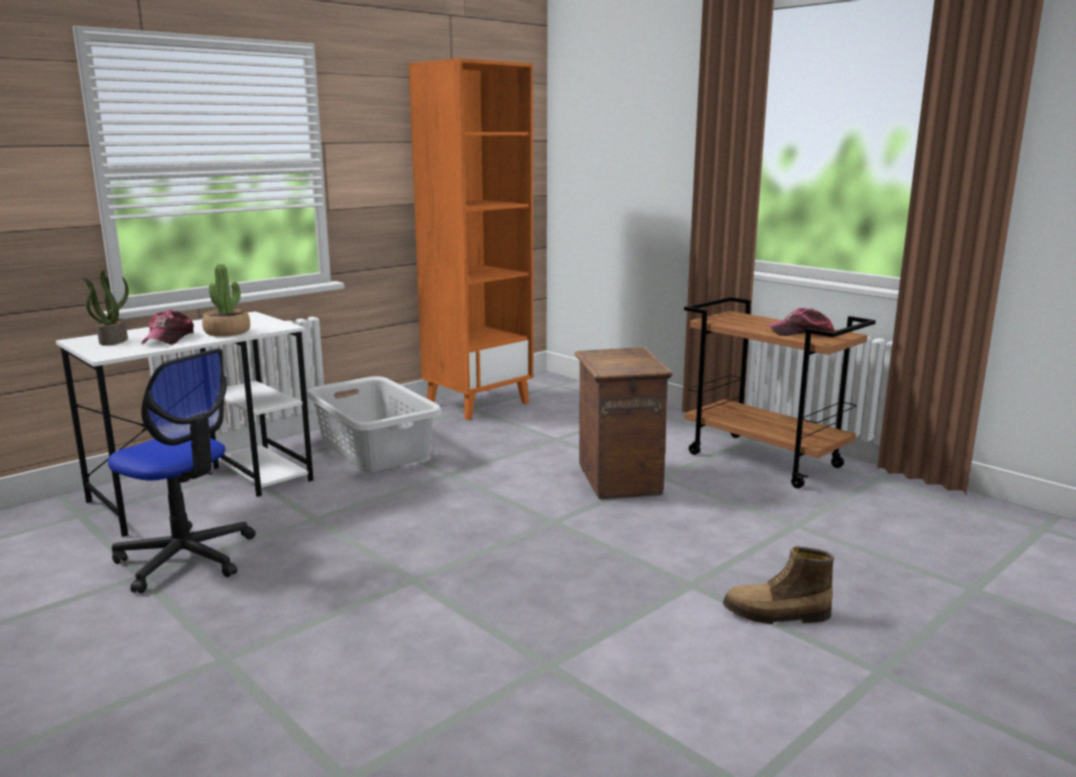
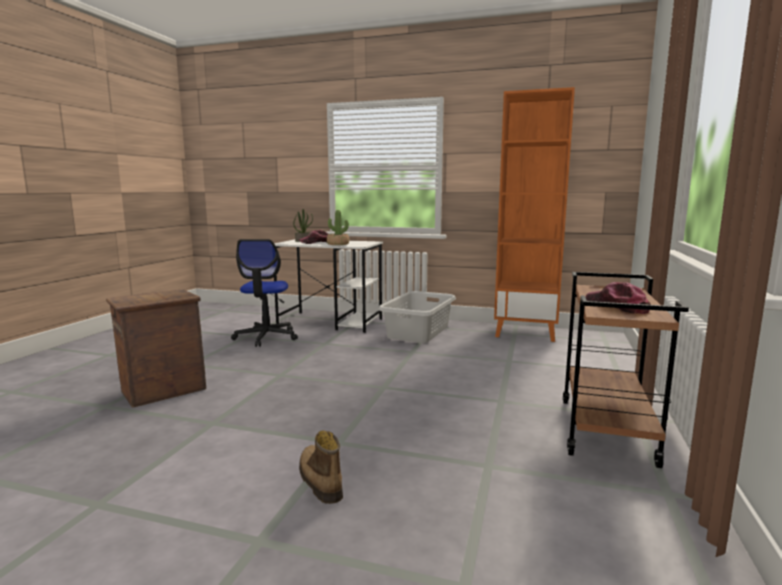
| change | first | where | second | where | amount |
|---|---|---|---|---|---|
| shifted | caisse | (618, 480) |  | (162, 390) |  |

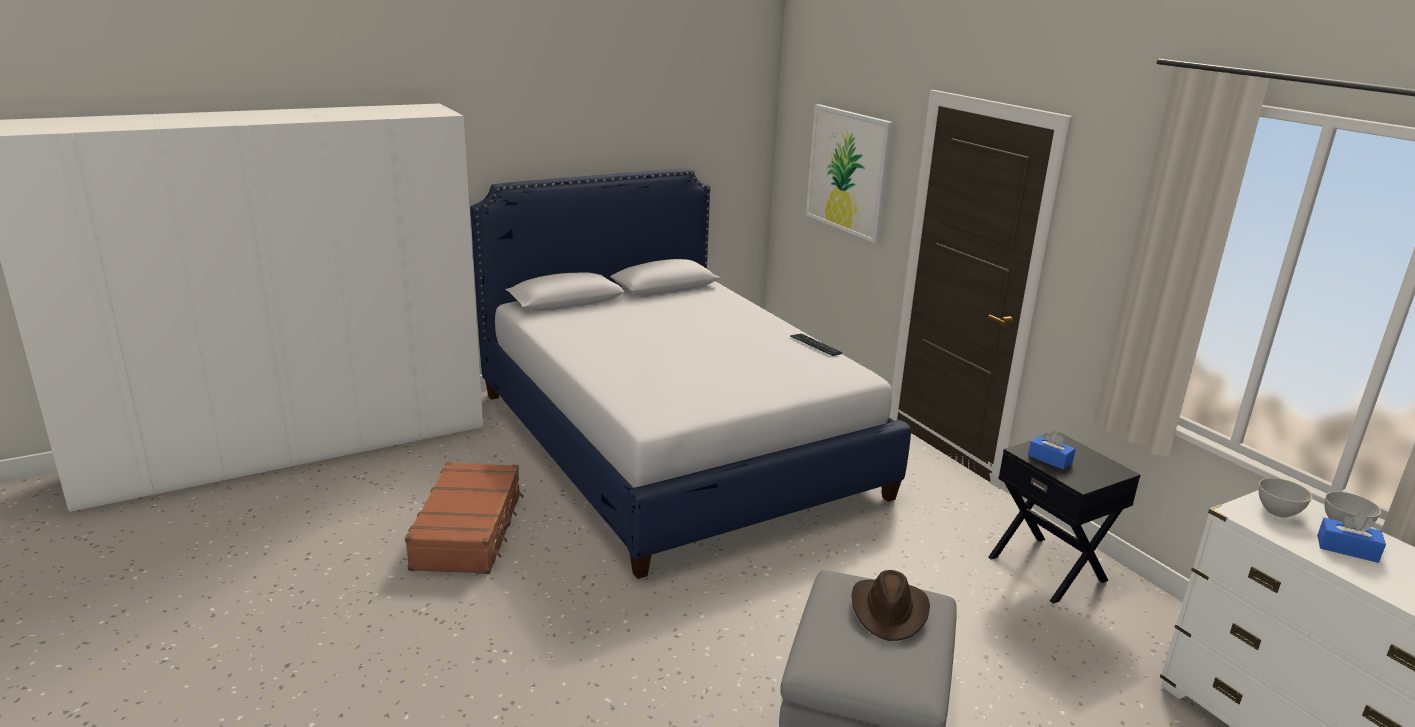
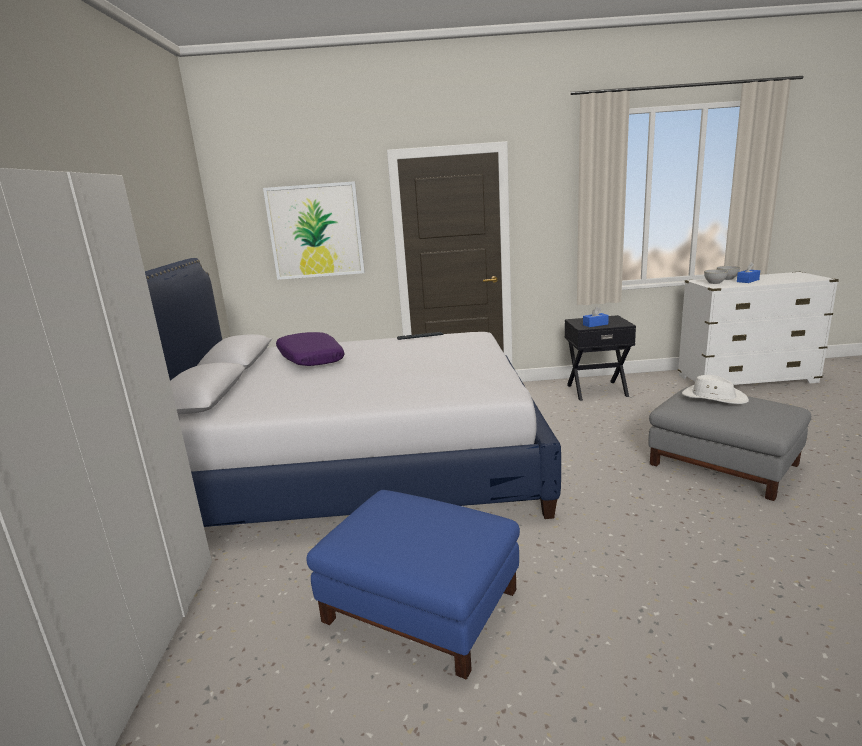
| change | first | where | second | where | amount |
|---|---|---|---|---|---|
| swapped | valise/marron | (469, 531) | pouf/bleu | (419, 606) |  |
| repainted | chapeau/marron | (889, 611) | chapeau/blanc | (713, 397) |  |
| new |  |  | coussin/violet | (309, 359) |  |

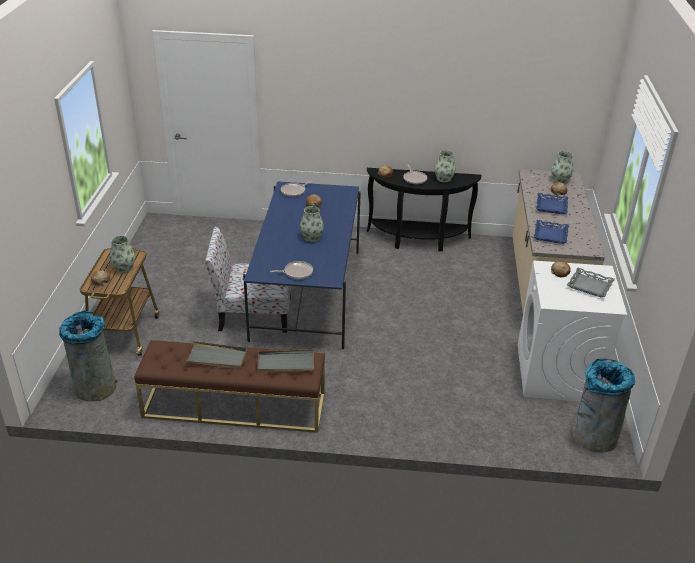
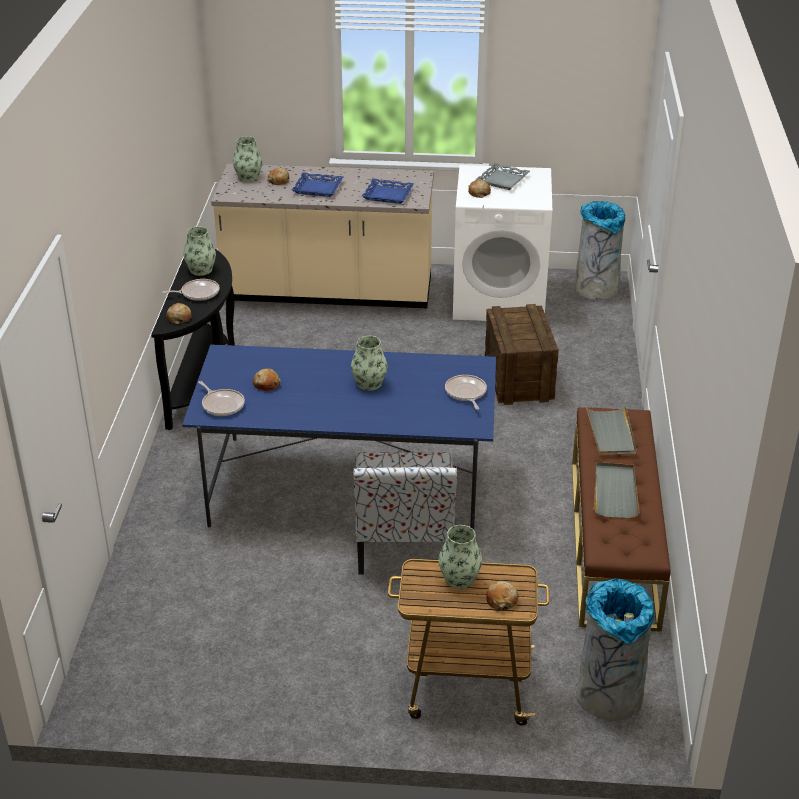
| change | first | where | second | where | amount |
|---|---|---|---|---|---|
| new |  |  | caisse | (519, 379) |  |

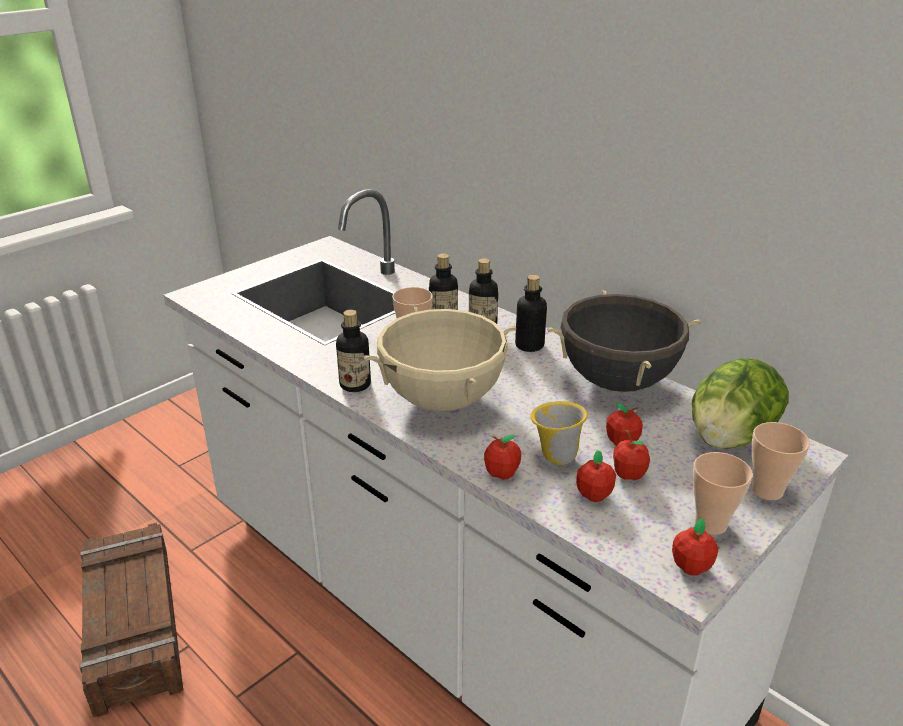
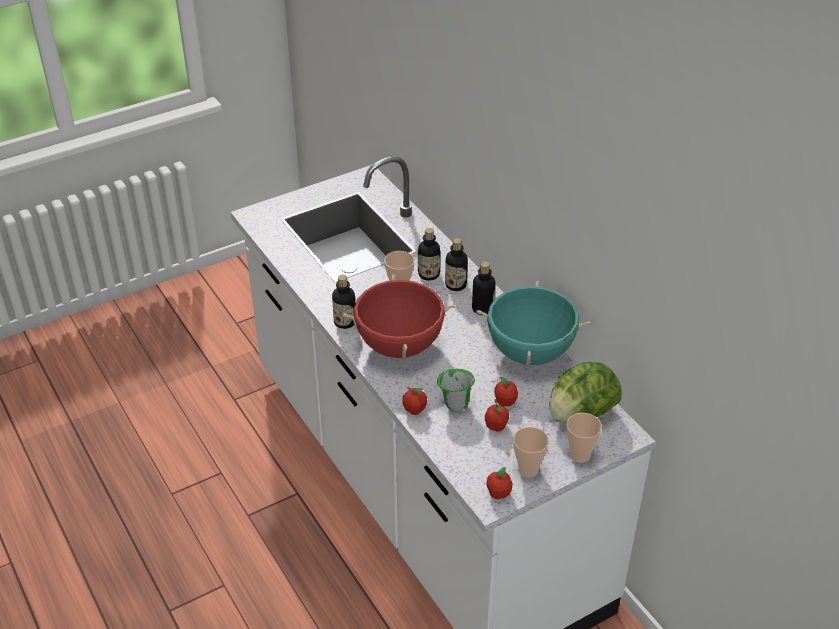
| change | first | where | second | where | amount |
|---|---|---|---|---|---|
| repainted | marmite/noir | (617, 382) | marmite/turquoise | (530, 353) |  |
| repainted | marmite/beige | (443, 400) | marmite/rouge | (400, 346) |  |
| repainted | mug/jaune | (555, 457) | mug/vert | (455, 404) |  |
| gone | pomme | (594, 495) |  |  |  |
| gone | caisse | (136, 625) |  |  |  |

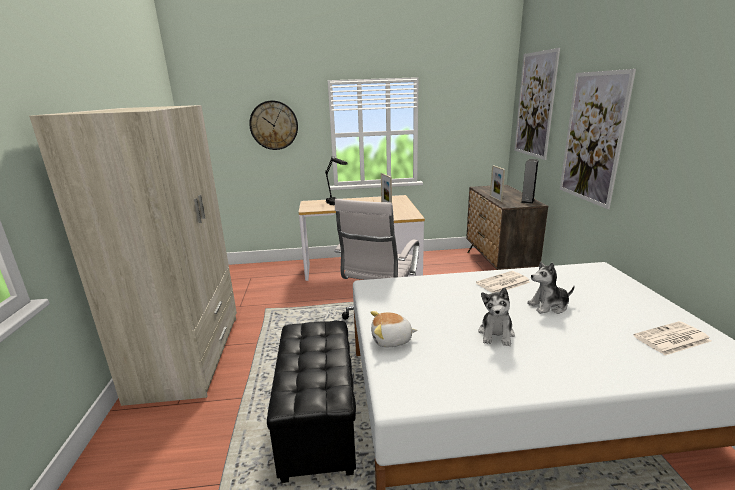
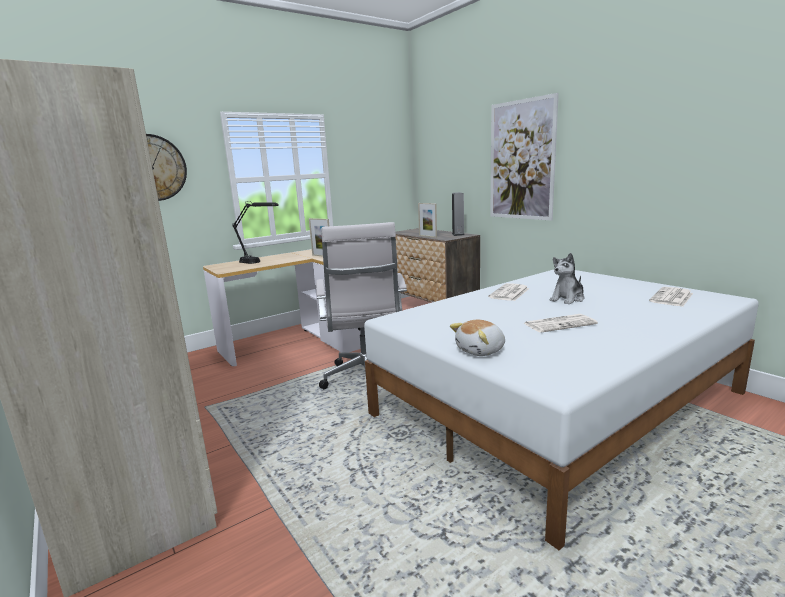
| change | first | where | second | where | amount |
|---|---|---|---|---|---|
| gone | tableau | (535, 105) |  |  |  |
| swapped | peluche | (496, 334) | journal | (560, 324) |  |
| gone | pouf/noir | (319, 422) |  |  |  |

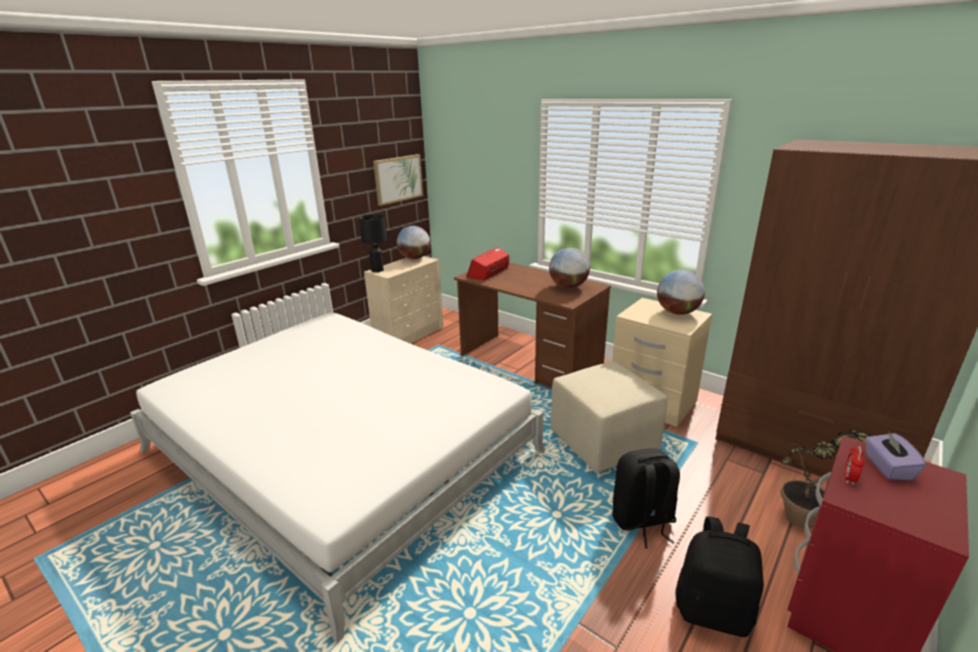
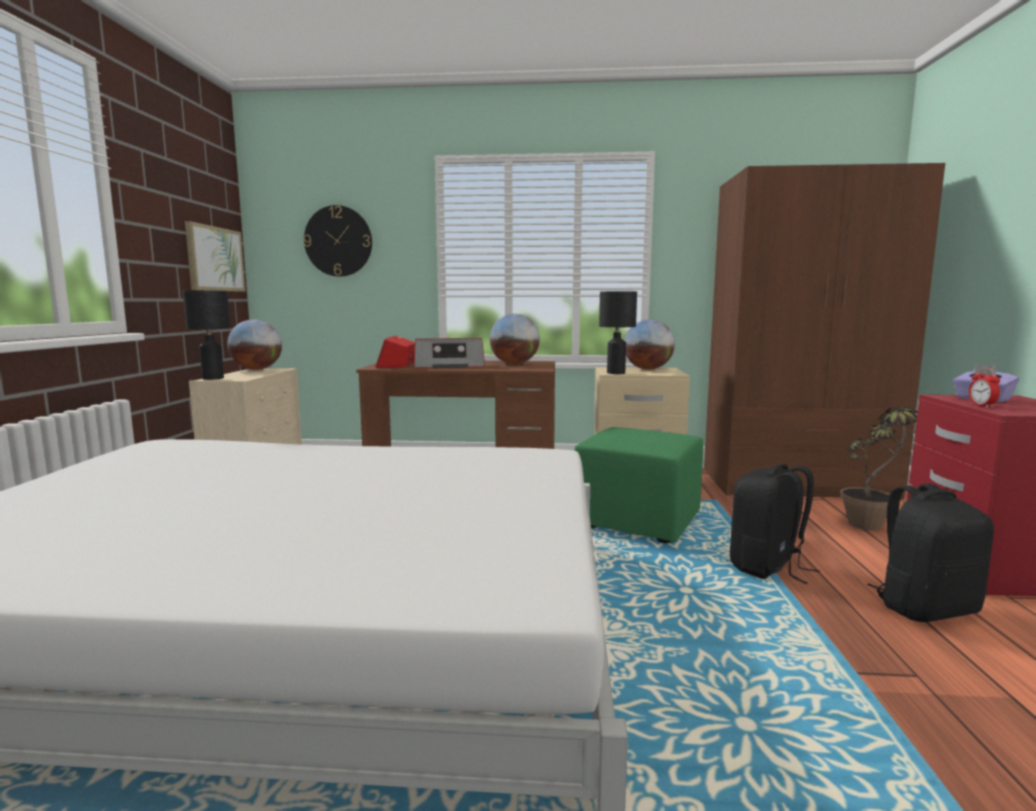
| change | first | where | second | where | amount |
|---|---|---|---|---|---|
| repainted | pouf/beige | (604, 443) | pouf/vert | (639, 522) |  |
| new |  |  | horloge murale | (338, 241) |  |
| new |  |  | lampe de table/noir | (616, 373) |  |
| new |  |  | radio | (449, 366) |  |

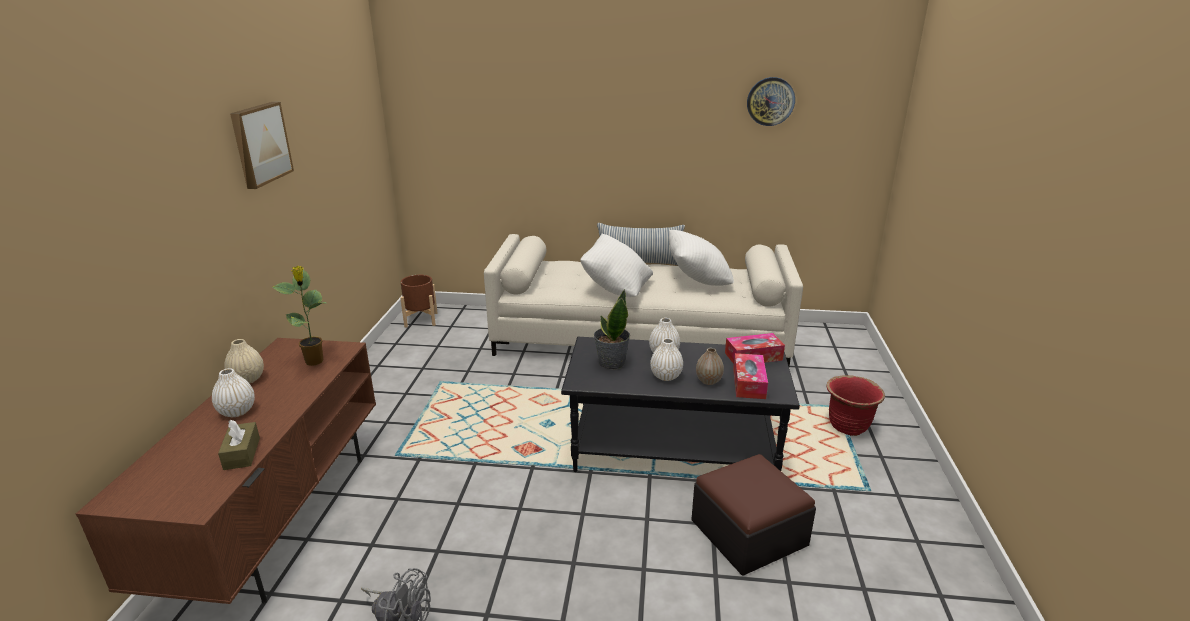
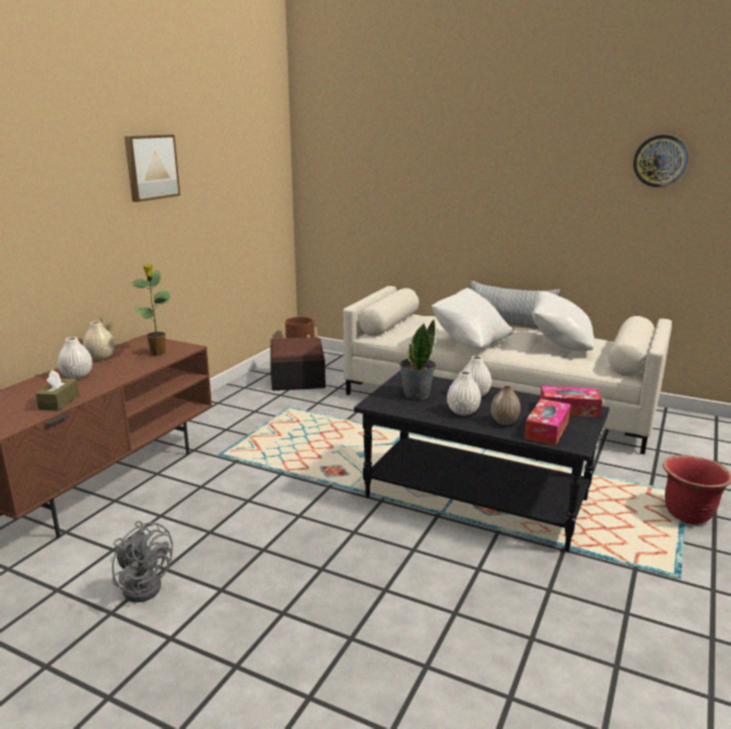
| change | first | where | second | where | amount |
|---|---|---|---|---|---|
| shifted | pouf | (748, 532) |  | (297, 379) |  |

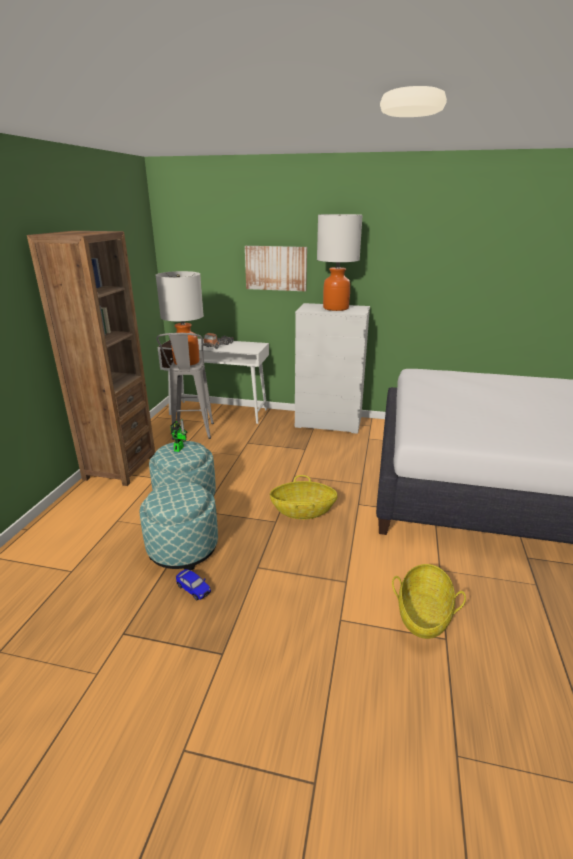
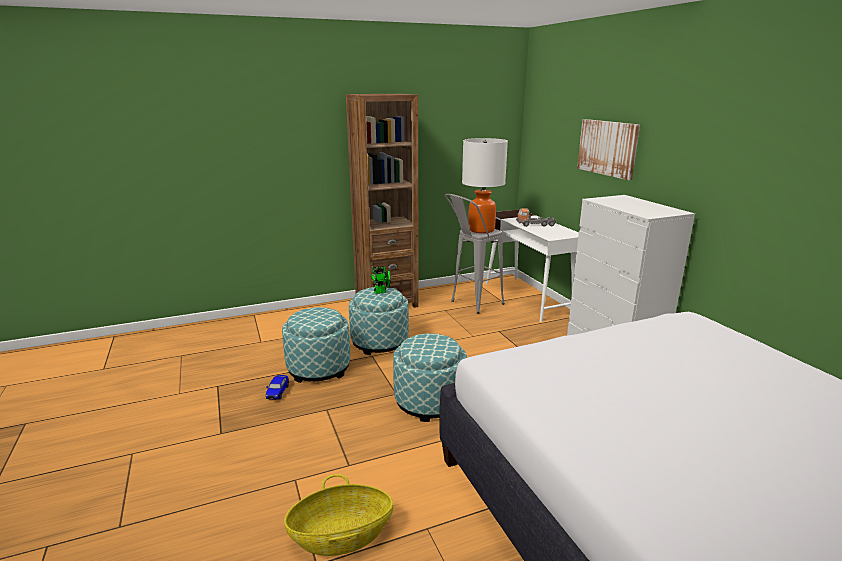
| change | first | where | second | where | amount |
|---|---|---|---|---|---|
| gone | lampe de table | (336, 308) |  |  |  |
| swapped | panier | (303, 511) | pouf | (429, 401) |  |

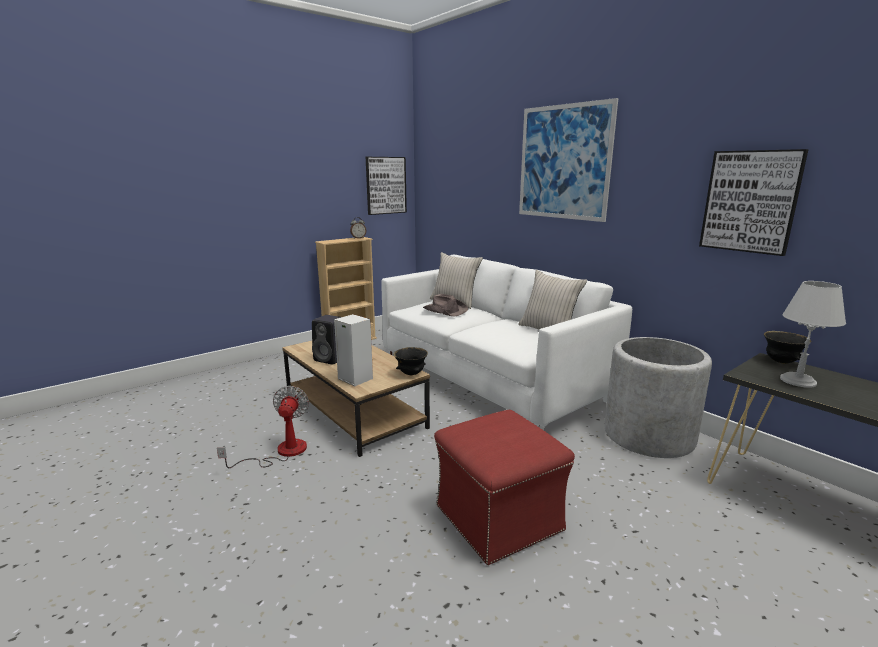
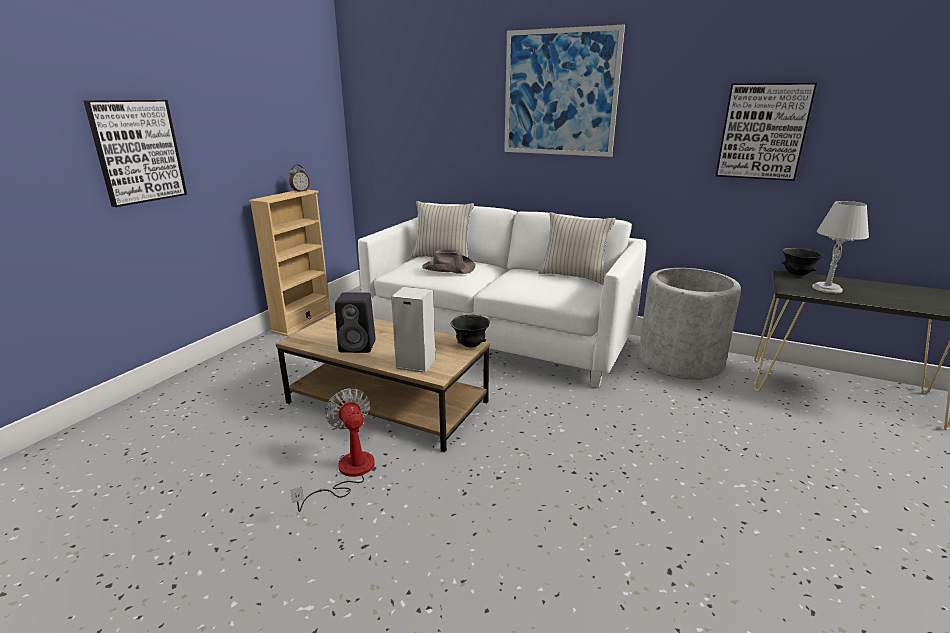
| change | first | where | second | where | amount |
|---|---|---|---|---|---|
| shifted | tableau | (385, 185) |  | (138, 151) |  |
| gone | pouf/rouge | (497, 517) |  |  |  |

